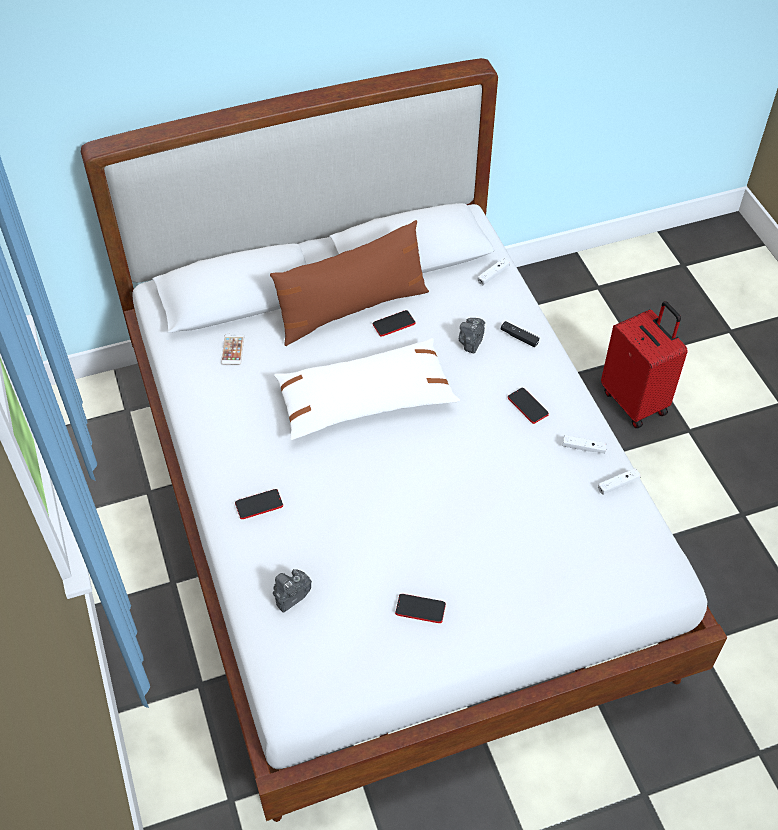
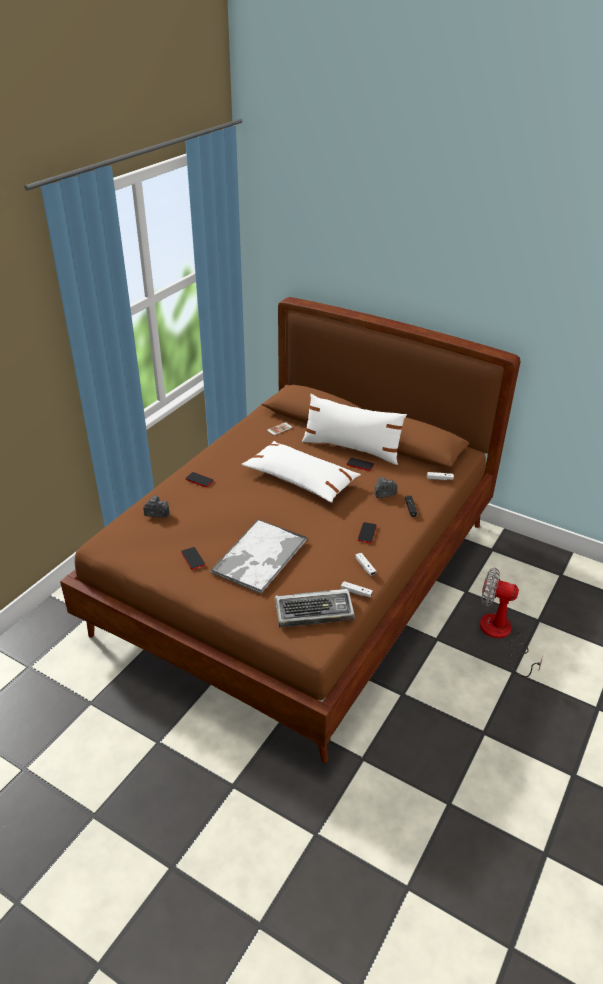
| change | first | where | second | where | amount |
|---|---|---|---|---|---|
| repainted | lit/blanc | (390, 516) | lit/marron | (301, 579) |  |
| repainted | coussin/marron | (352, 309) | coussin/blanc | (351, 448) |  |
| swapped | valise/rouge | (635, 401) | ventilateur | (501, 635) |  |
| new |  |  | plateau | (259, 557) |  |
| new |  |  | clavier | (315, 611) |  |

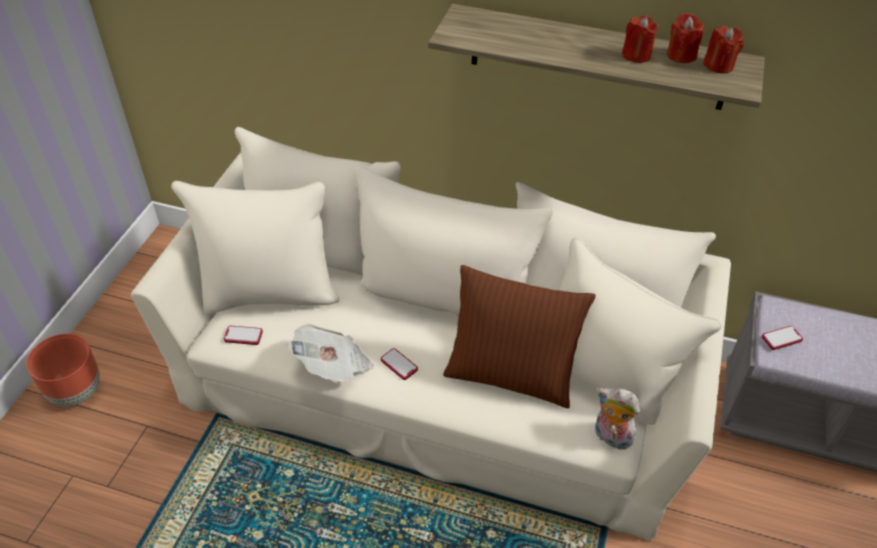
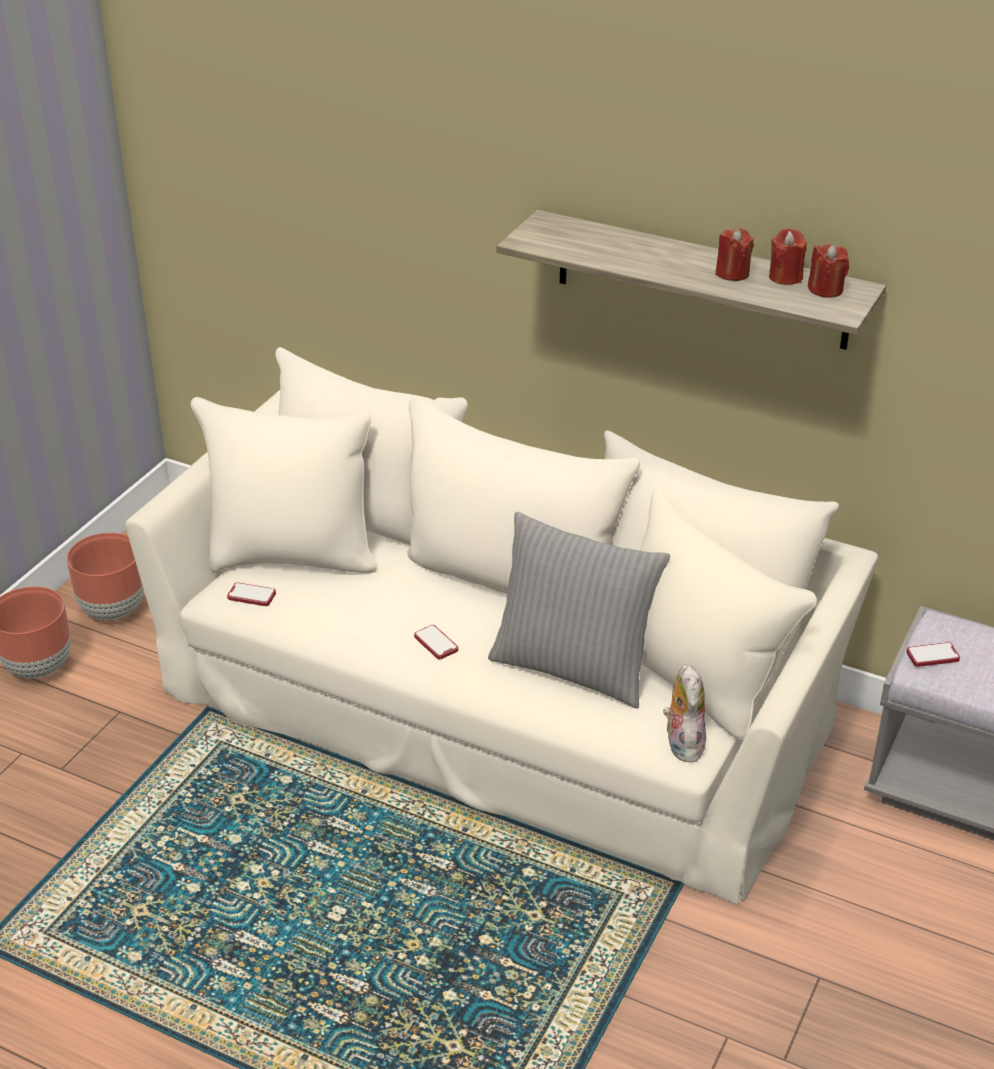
| change | first | where | second | where | amount |
|---|---|---|---|---|---|
| repainted | coussin/marron | (510, 374) | coussin/gris | (573, 667) |  |
| gone | journal | (333, 366) |  |  |  |
| rotated | peluche | (610, 437) |  | (682, 744) | 45 degrees clockwise |
| new |  |  | cache-pot/marron | (113, 609) |  |

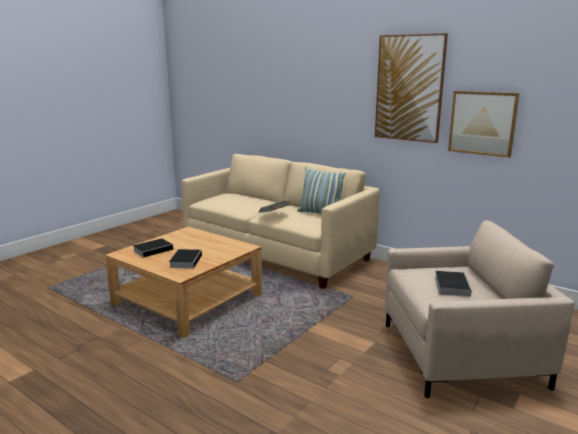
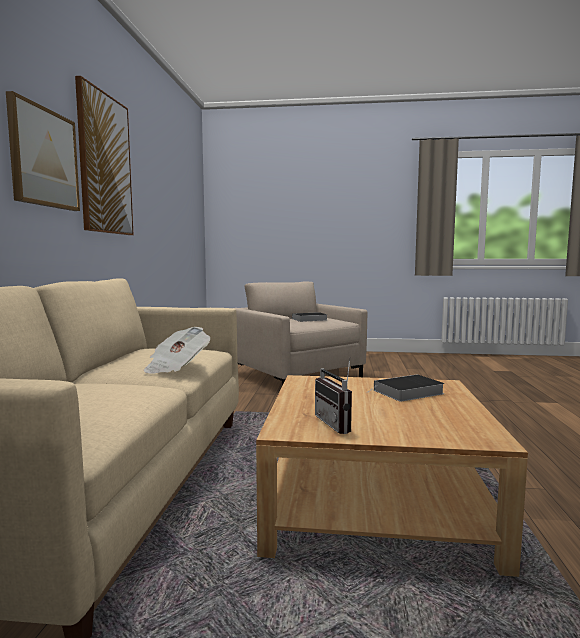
| change | first | where | second | where | amount |
|---|---|---|---|---|---|
| shifted | tableau | (482, 123) |  | (43, 158) |  |
| gone | coussin | (319, 213) |  |  |  |
| gone | livre | (154, 250) |  |  |  |
| new |  |  | radio | (338, 424) |  |

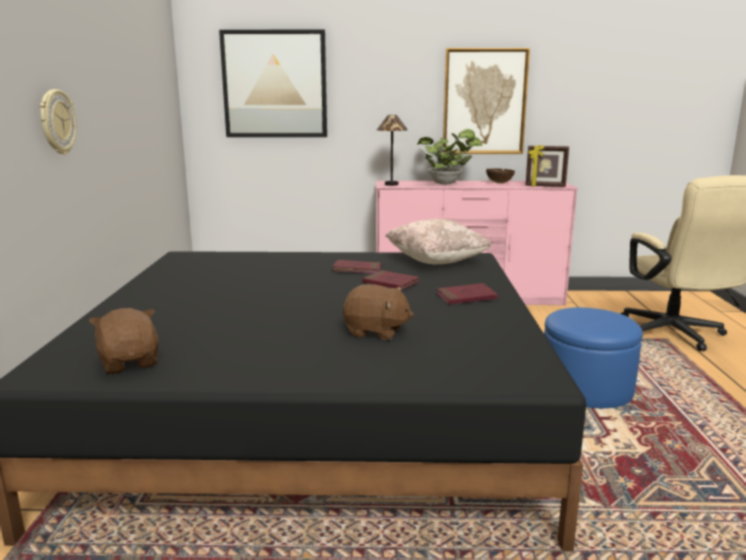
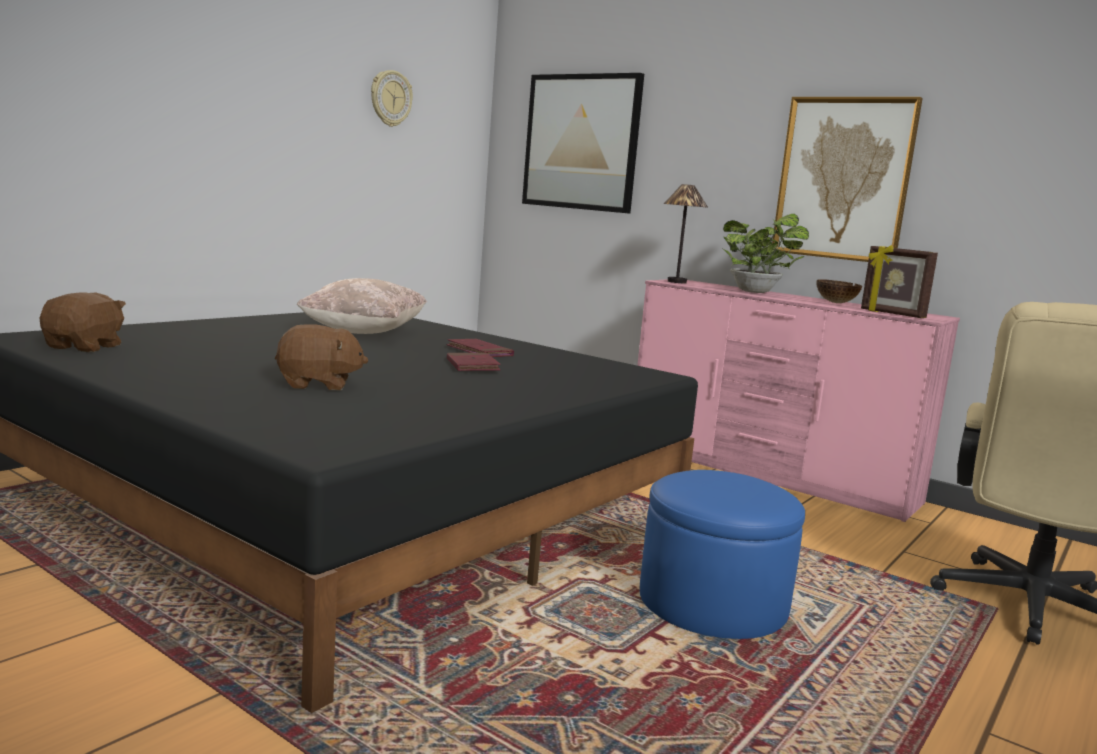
| change | first | where | second | where | amount |
|---|---|---|---|---|---|
| shifted | horloge murale | (56, 122) |  | (390, 98) |  |
| shifted | coussin/beige | (436, 261) |  | (364, 332) |  |
| gone | livre/rouge | (466, 297) |  |  |  |
| rotated | peluche/marron | (376, 332) |  | (318, 384) | 60 degrees counterclockwise |

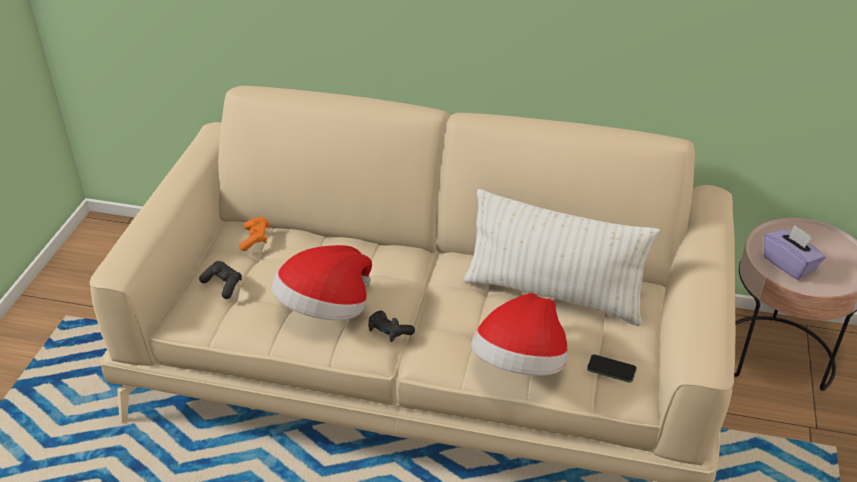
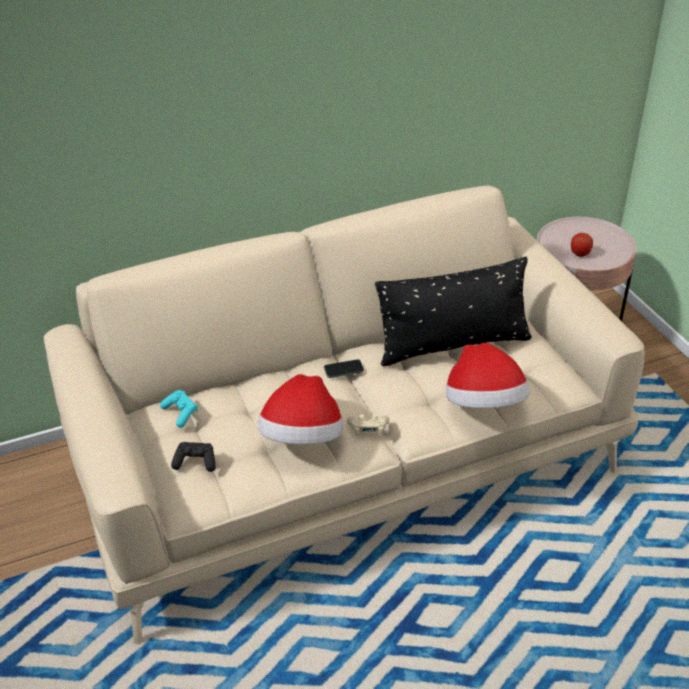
| change | first | where | second | where | amount |
|---|---|---|---|---|---|
| repainted | coussin/blanc | (553, 294) | coussin/noir | (453, 345) |  |
| repainted | manette/orange | (255, 239) | manette/turquoise | (181, 413) |  |
| swapped | boîte à mouchoirs/violet | (789, 264) | pomme | (580, 253) |  |
| repainted | manette/noir | (389, 332) | manette/beige | (368, 430) |  |
| shifted | téléphone | (611, 369) |  | (343, 369) |  |

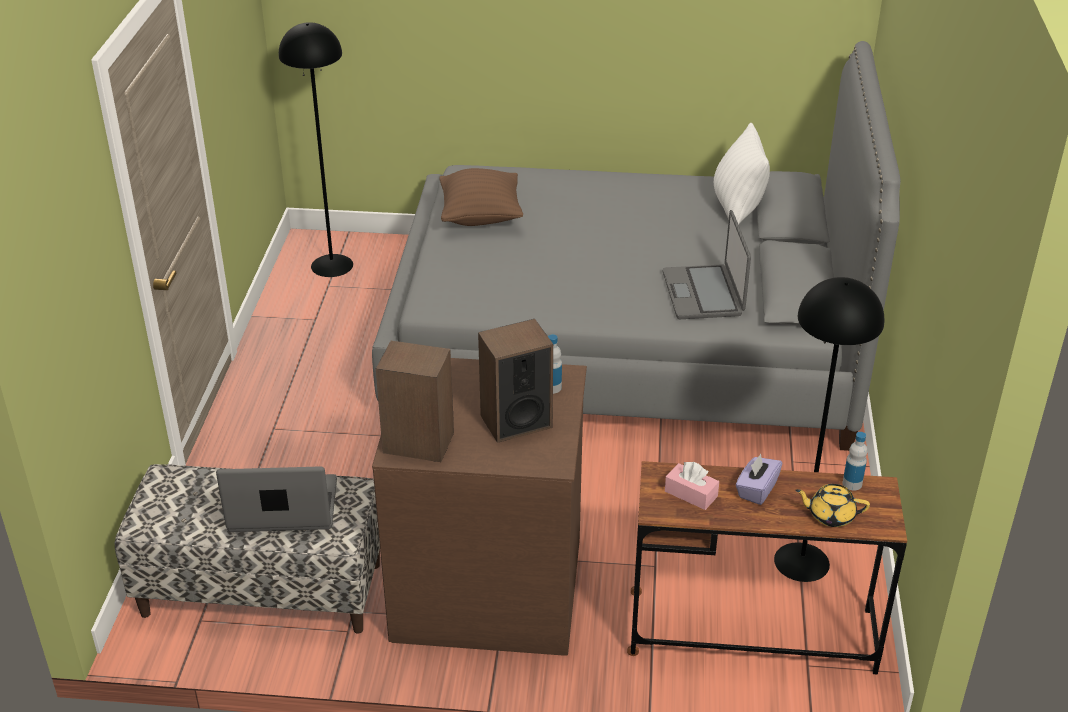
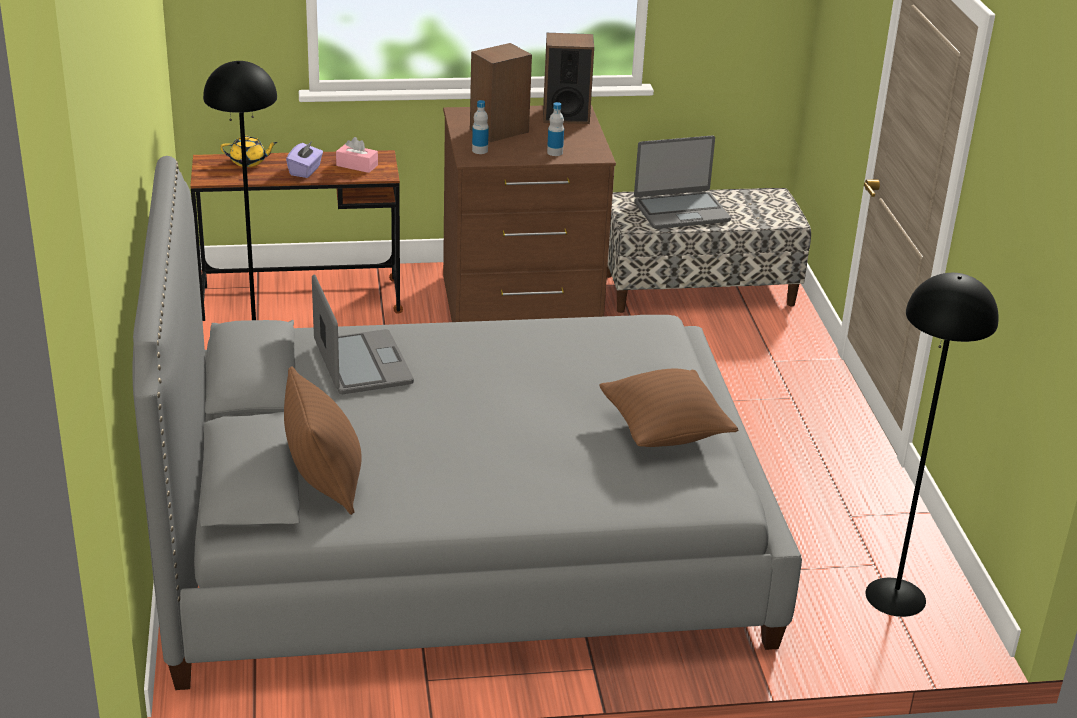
| change | first | where | second | where | amount |
|---|---|---|---|---|---|
| repainted | coussin/blanc | (737, 208) | coussin/marron | (324, 483) |  |
| shifted | bouteille | (852, 483) |  | (555, 152) |  |

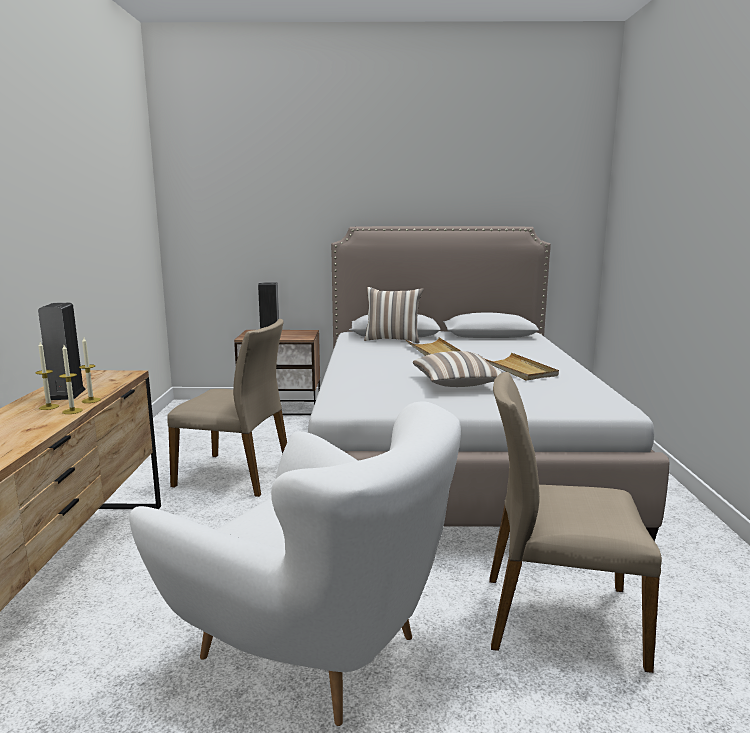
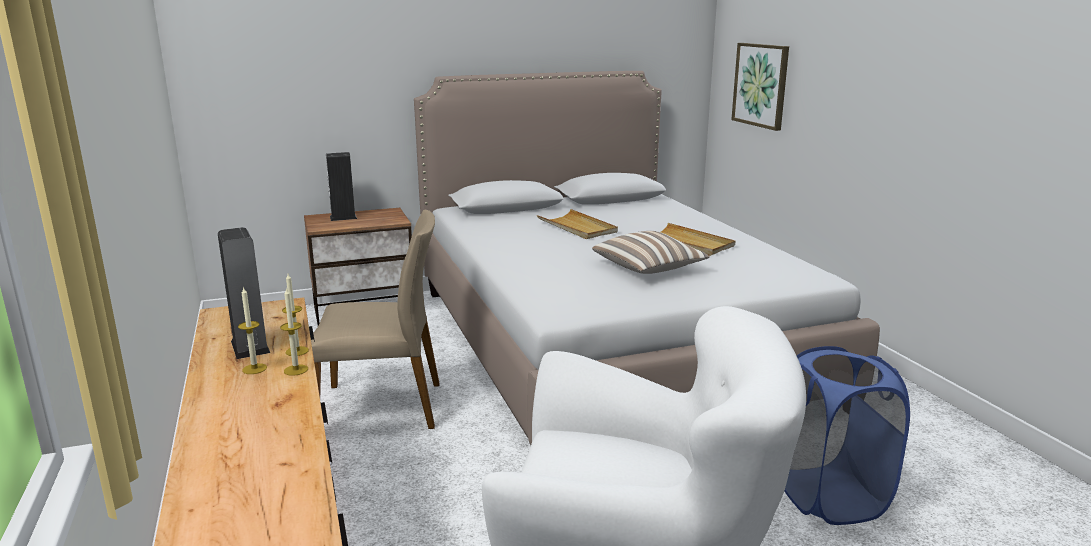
| change | first | where | second | where | amount |
|---|---|---|---|---|---|
| gone | coussin | (393, 340) |  |  |  |
| swapped | chaise/beige | (559, 618) | panier à linge/bleu | (828, 496) |  |
| new |  |  | tableau | (761, 85) |  |

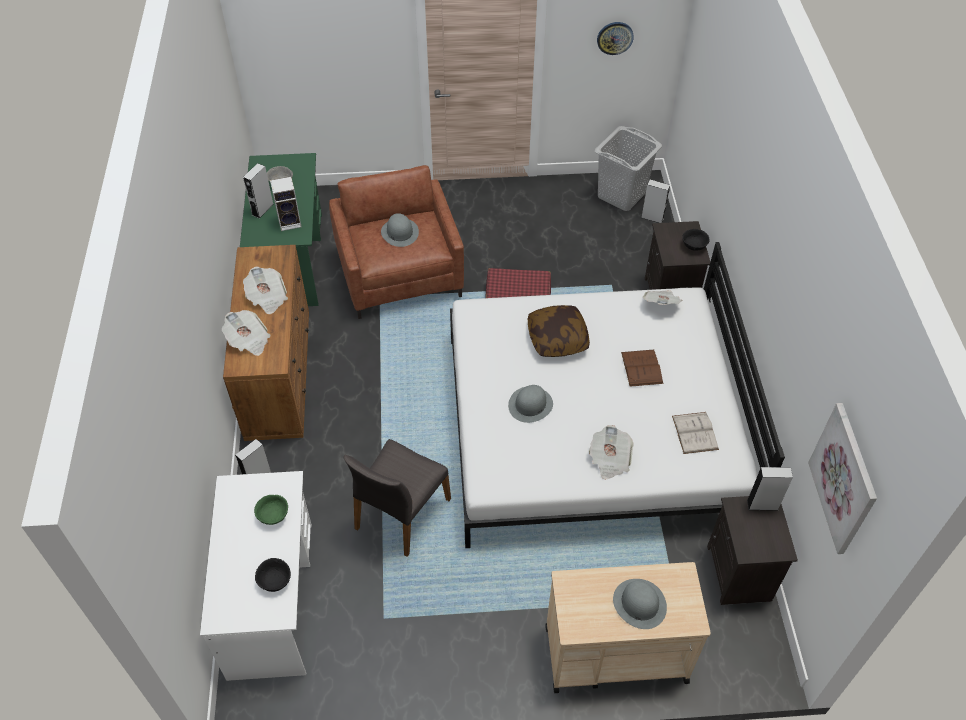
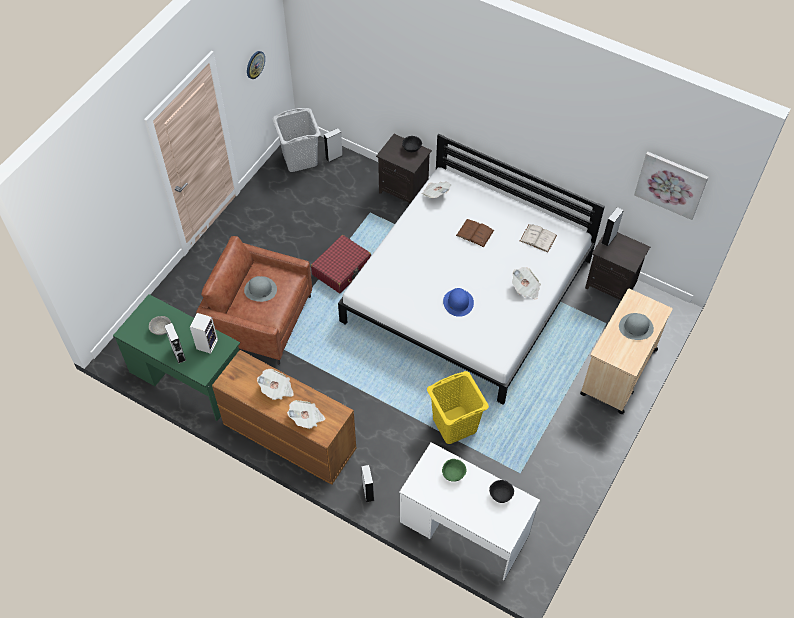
| change | first | where | second | where | amount |
|---|---|---|---|---|---|
| gone | coussin | (557, 339) |  |  |  |
| repainted | chapeau/gris | (530, 404) | chapeau/bleu | (458, 302) |  |
| swapped | chaise/gris | (401, 514) | panier à linge/jaune | (454, 425) |  |

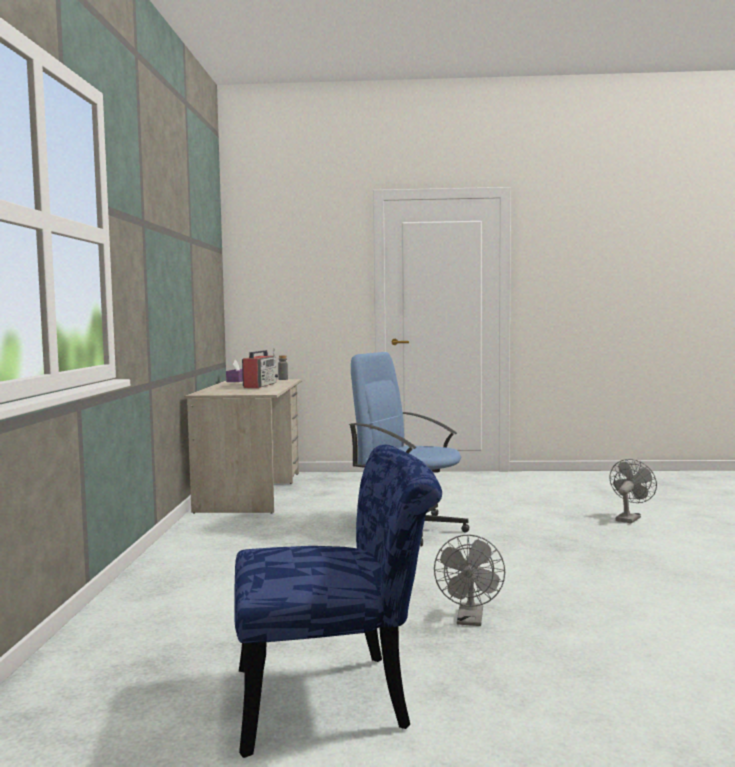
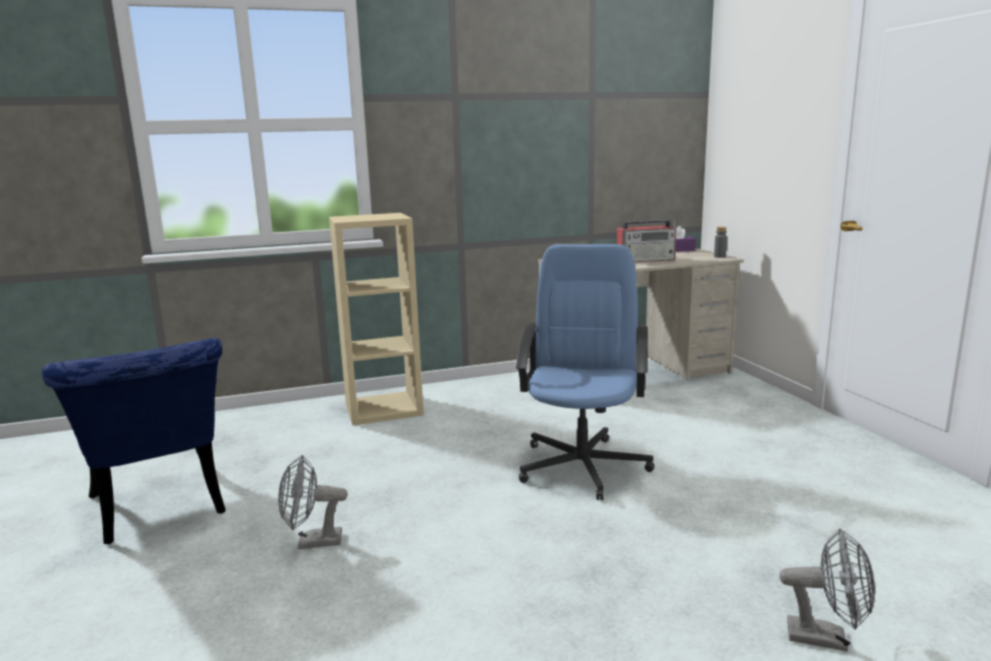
| change | first | where | second | where | amount |
|---|---|---|---|---|---|
| new |  |  | bibliothèque/beige | (384, 409) |  |

